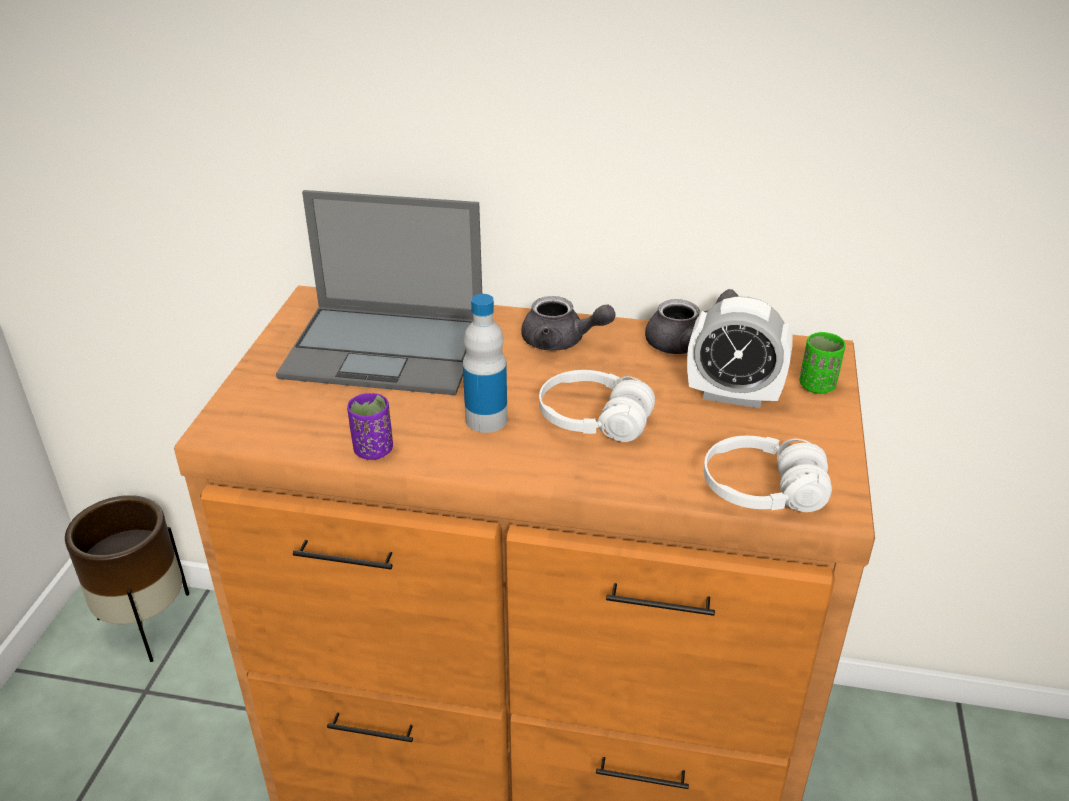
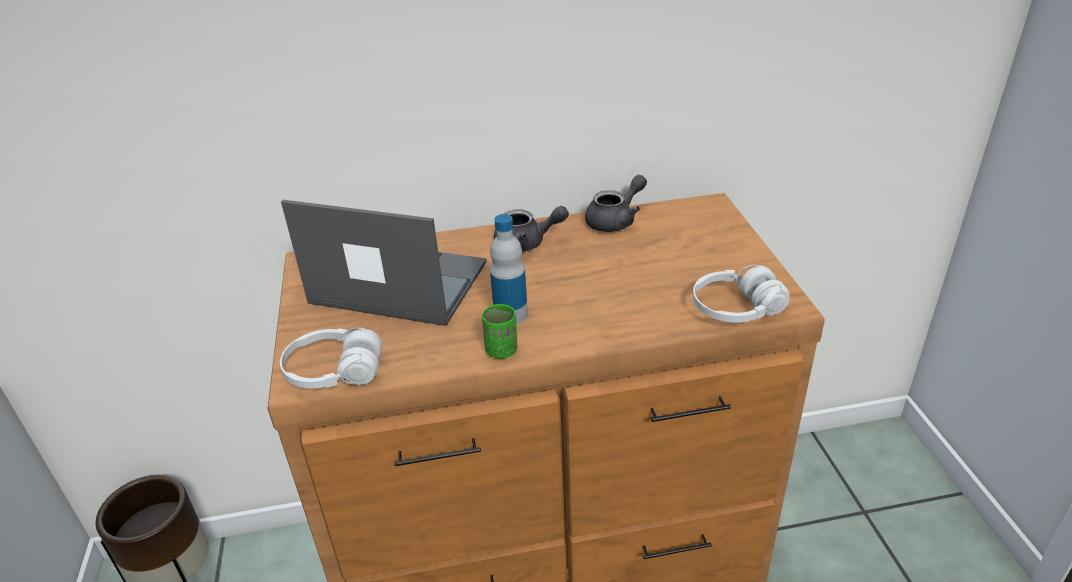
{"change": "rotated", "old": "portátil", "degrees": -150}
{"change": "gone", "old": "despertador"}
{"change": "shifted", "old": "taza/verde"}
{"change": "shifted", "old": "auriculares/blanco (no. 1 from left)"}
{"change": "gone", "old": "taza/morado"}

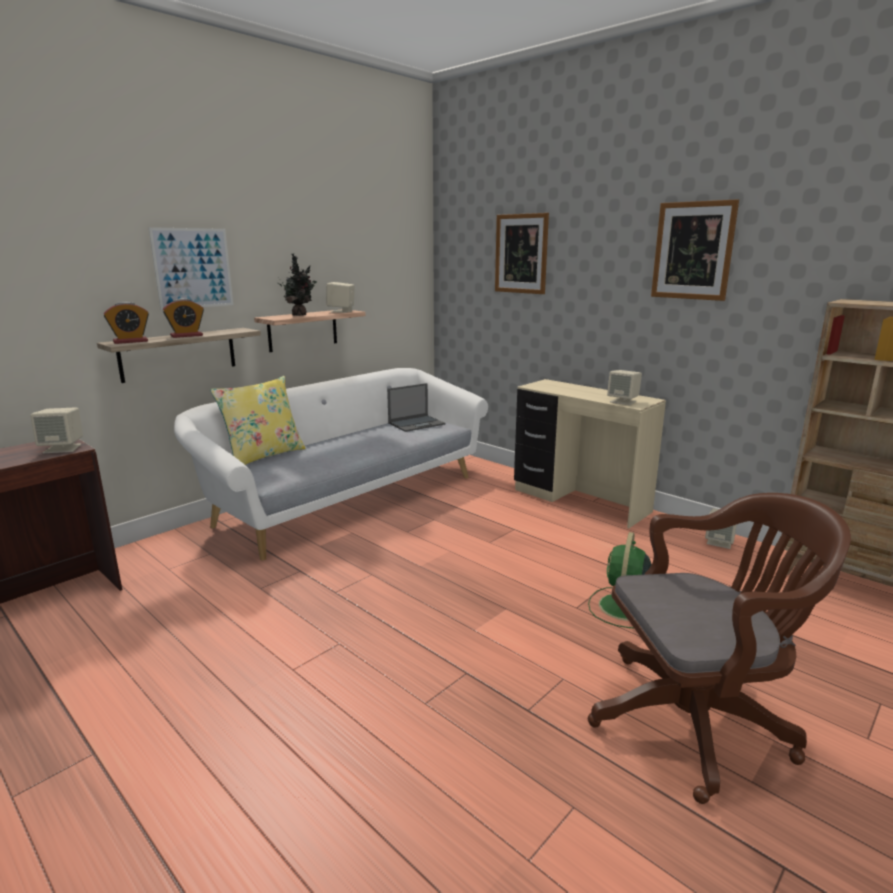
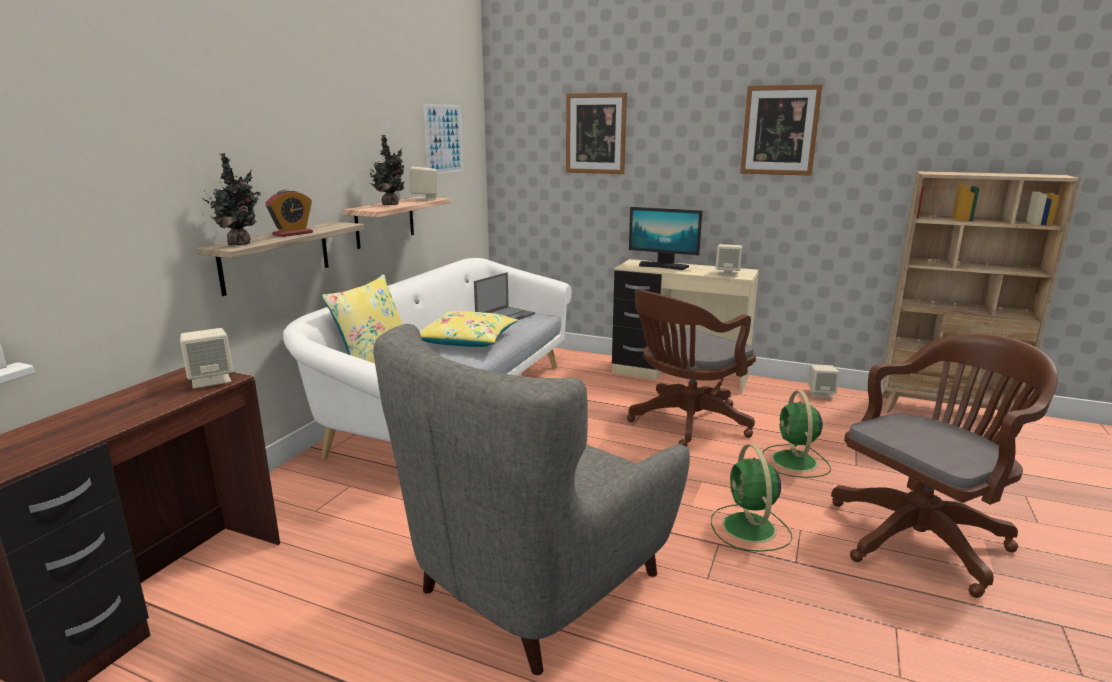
{"change": "shifted", "old": "cuadro (no. 1 from left)"}
{"change": "swapped", "old": "despertador (no. 1 from left)", "new": "planta en maceta (no. 1 from left)"}
{"change": "new", "new": "monitor"}
{"change": "new", "new": "silla de oficina/marrón (no. 1 from left)"}
{"change": "new", "new": "cojín/amarillo (no. 2 from left)"}
{"change": "new", "new": "sillón/gris"}
{"change": "new", "new": "ventilador/verde (no. 1 from left)"}

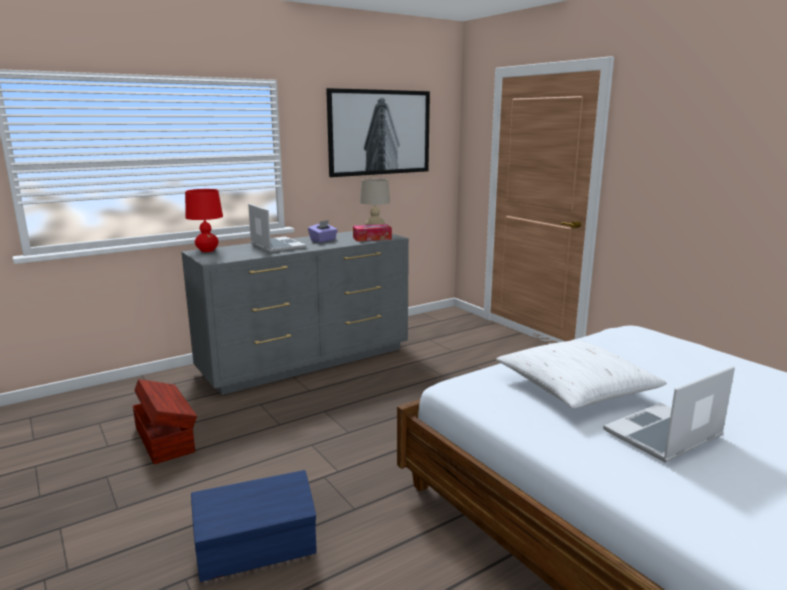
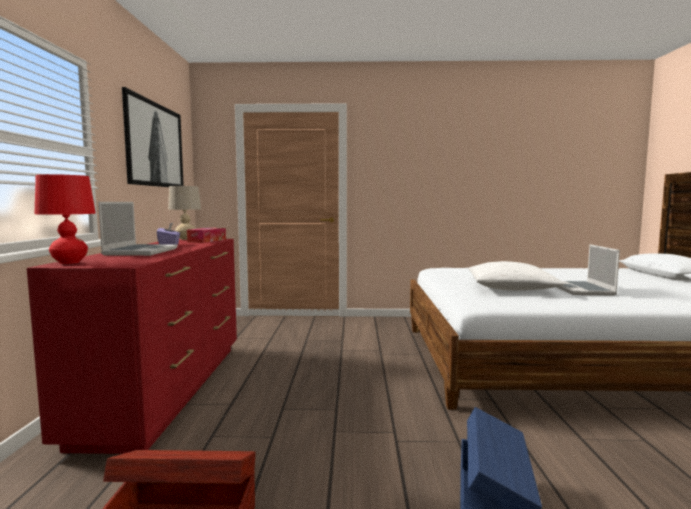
{"change": "rotated", "old": "portátil (no. 1 from left)", "degrees": 90}
{"change": "repainted", "old": "cómoda/gris", "new": "cómoda/rojo"}

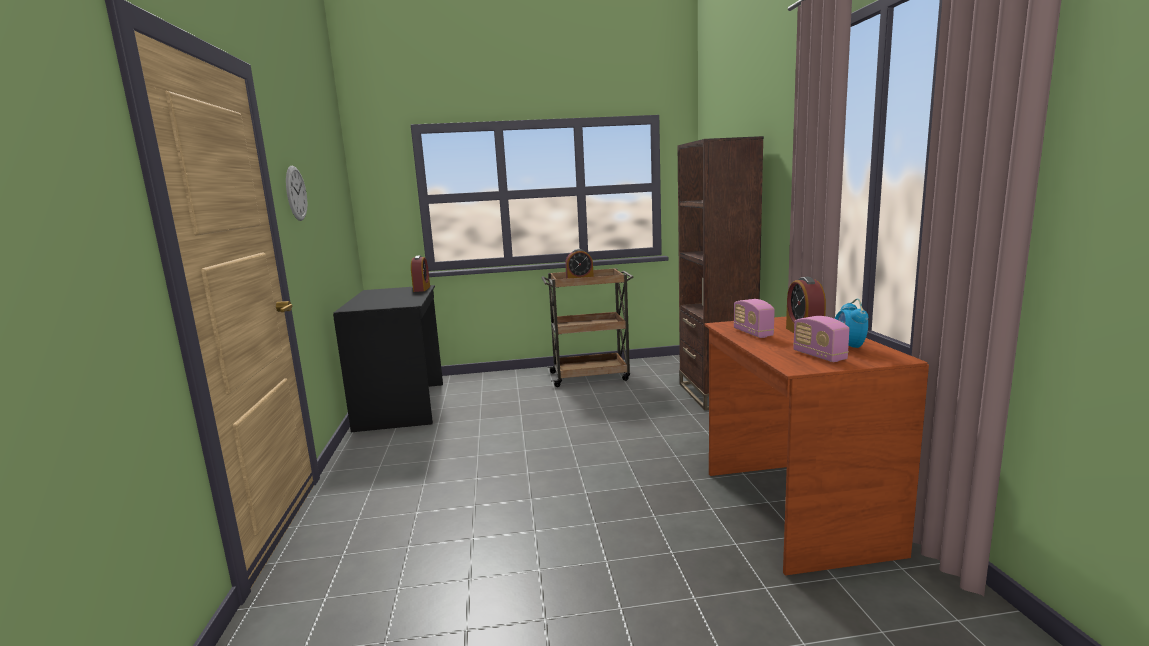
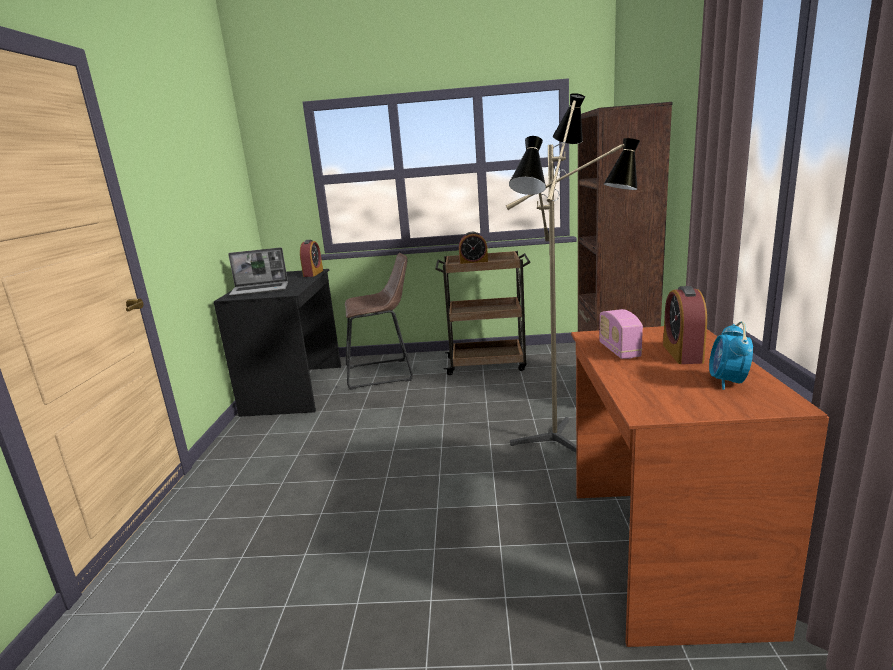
{"change": "gone", "old": "reloj de pared"}
{"change": "gone", "old": "radio (no. 2 from left)"}
{"change": "new", "new": "lámpara de pie"}
{"change": "new", "new": "portátil"}
{"change": "new", "new": "taburete/marrón"}

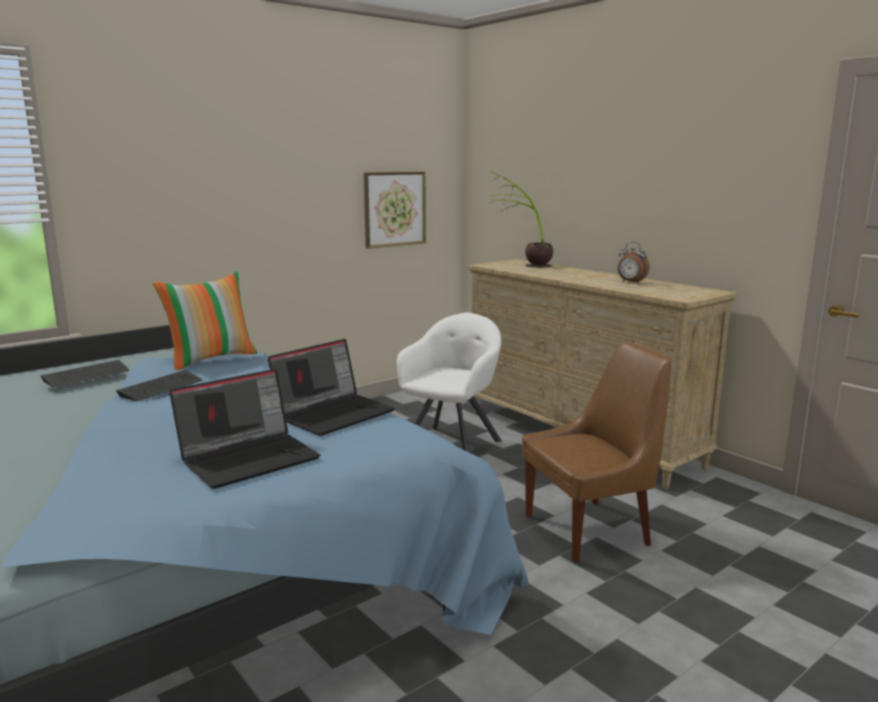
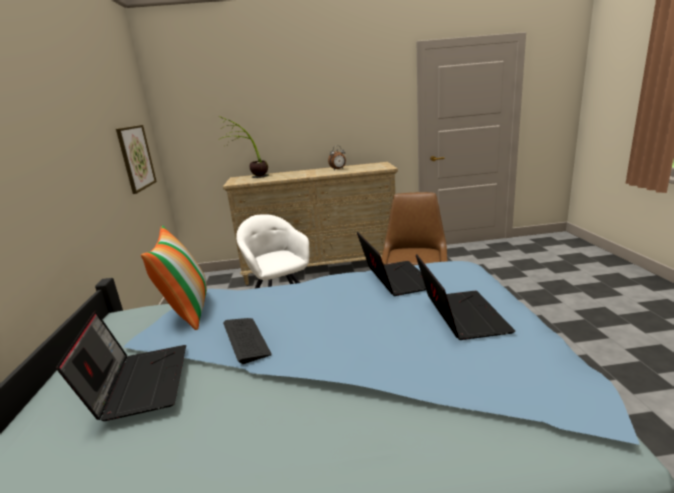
{"change": "swapped", "old": "teclado (no. 1 from left)", "new": "portátil (no. 1 from left)"}

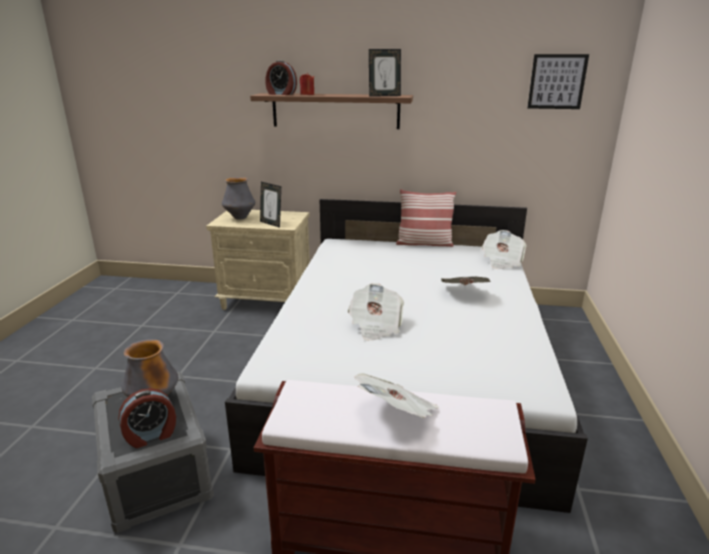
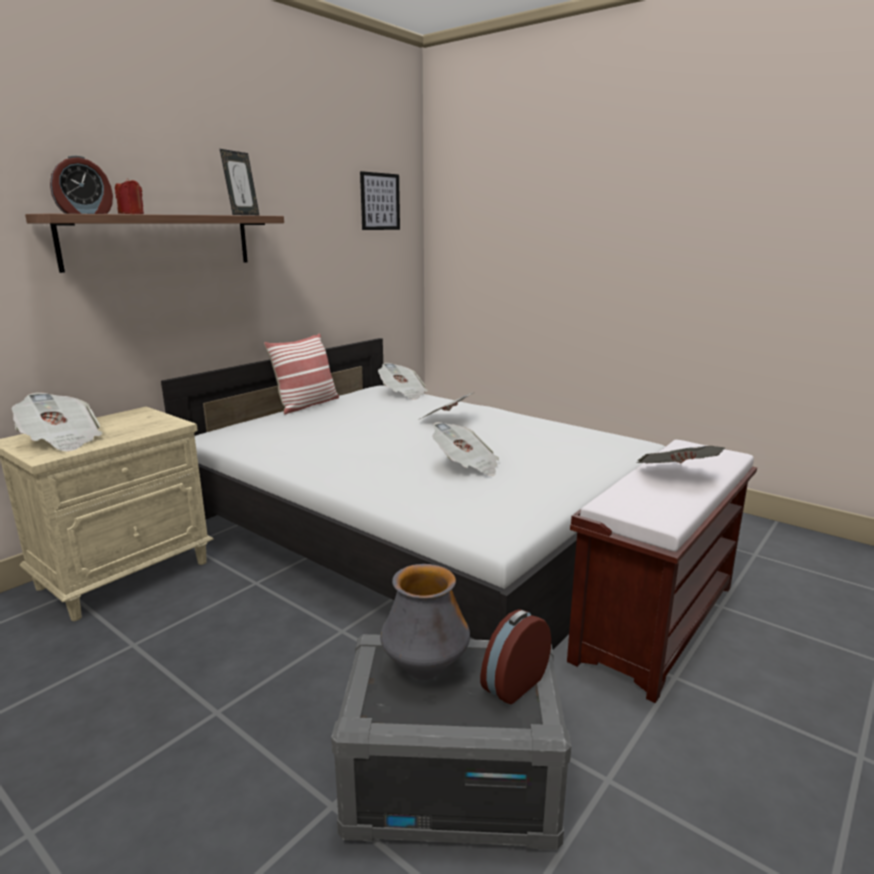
{"change": "swapped", "old": "florero (no. 2 from left)", "new": "periódico (no. 1 from left)"}
{"change": "gone", "old": "portarretratos (no. 1 from left)"}
{"change": "rotated", "old": "despertador (no. 1 from left in the first image)", "degrees": -135}

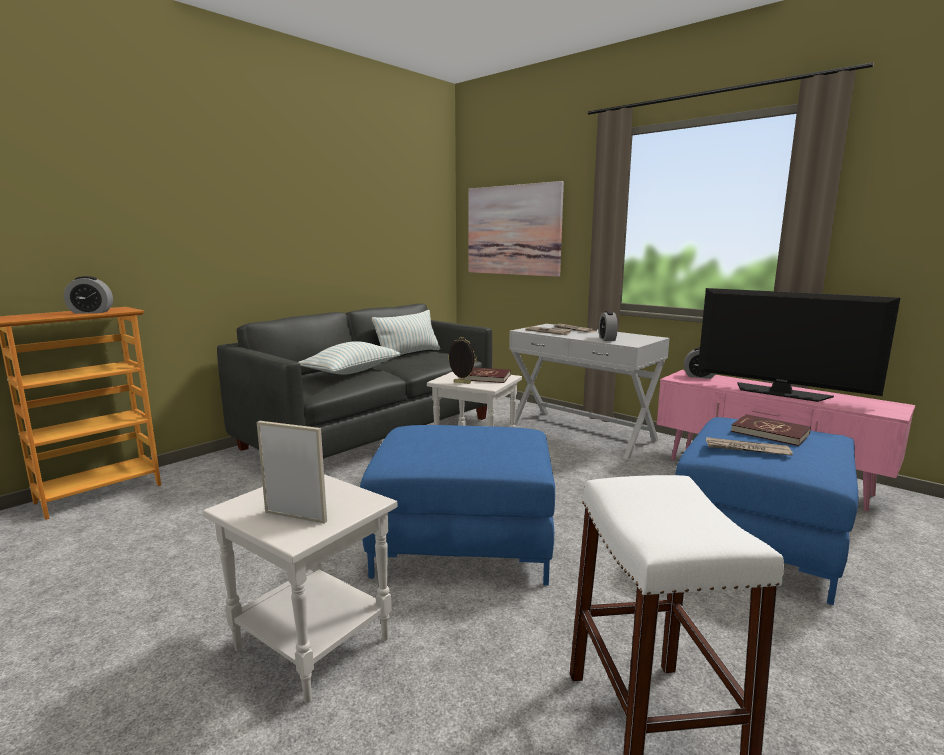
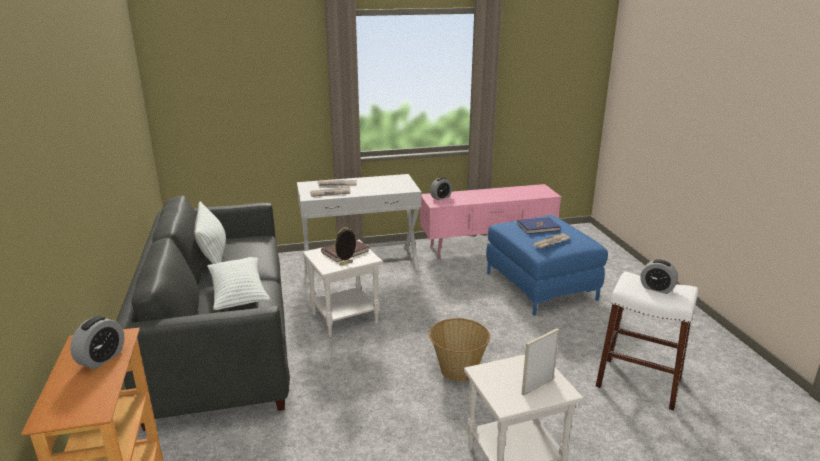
{"change": "gone", "old": "cuadro"}
{"change": "gone", "old": "televisor"}
{"change": "shifted", "old": "despertador (no. 2 from left in the first image)", "new": "despertador (no. 3 from left)"}
{"change": "repainted", "old": "libro/rojo (no. 2 from left)", "new": "libro/azul"}
{"change": "swapped", "old": "puf/azul (no. 1 from left)", "new": "cesta"}

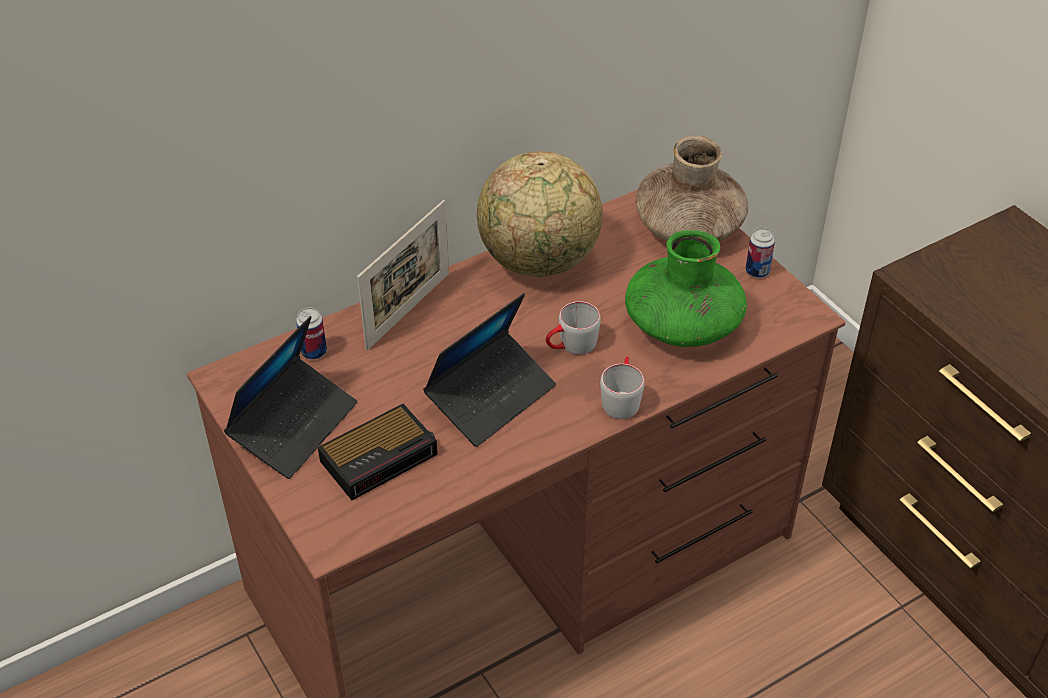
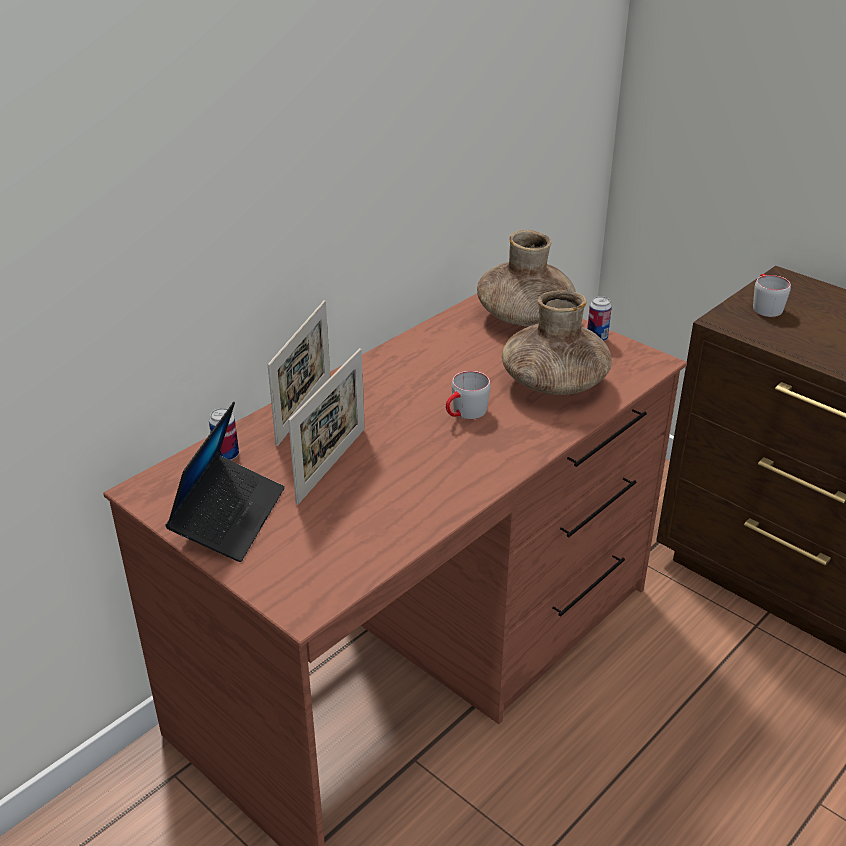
{"change": "gone", "old": "globo terráqueo"}
{"change": "repainted", "old": "florero/verde", "new": "florero/marrón (no. 2 from left)"}
{"change": "gone", "old": "portátil (no. 2 from left)"}
{"change": "shifted", "old": "taza grande/gris (no. 2 from left)"}
{"change": "gone", "old": "despertador"}
{"change": "new", "new": "portarretratos (no. 2 from left)"}

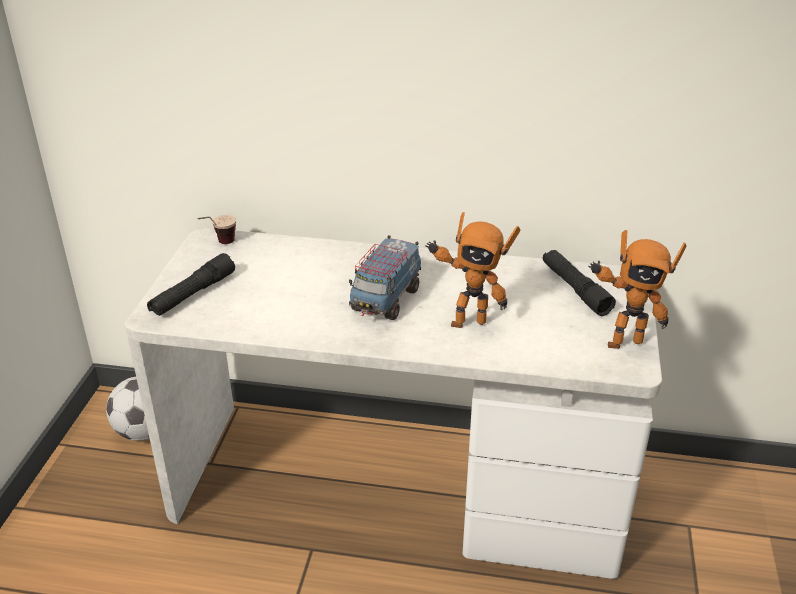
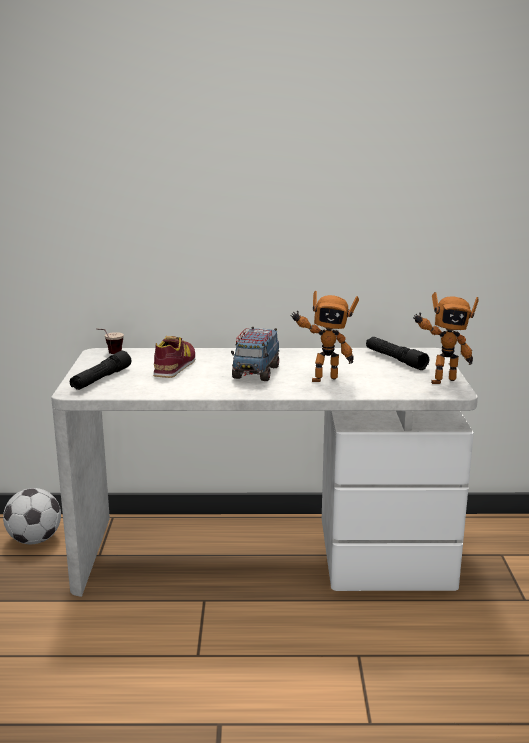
{"change": "new", "new": "zapato"}

